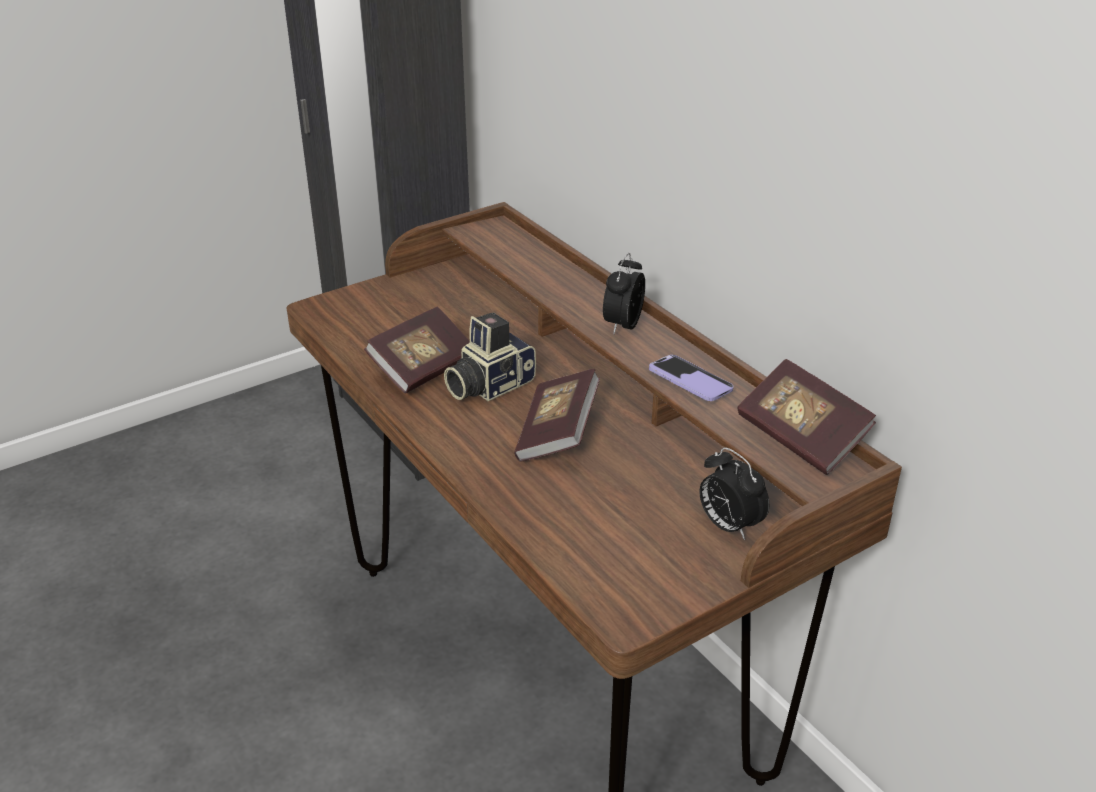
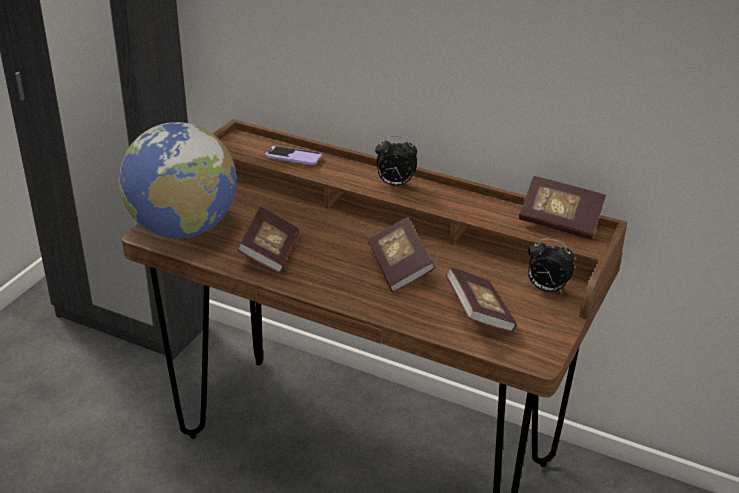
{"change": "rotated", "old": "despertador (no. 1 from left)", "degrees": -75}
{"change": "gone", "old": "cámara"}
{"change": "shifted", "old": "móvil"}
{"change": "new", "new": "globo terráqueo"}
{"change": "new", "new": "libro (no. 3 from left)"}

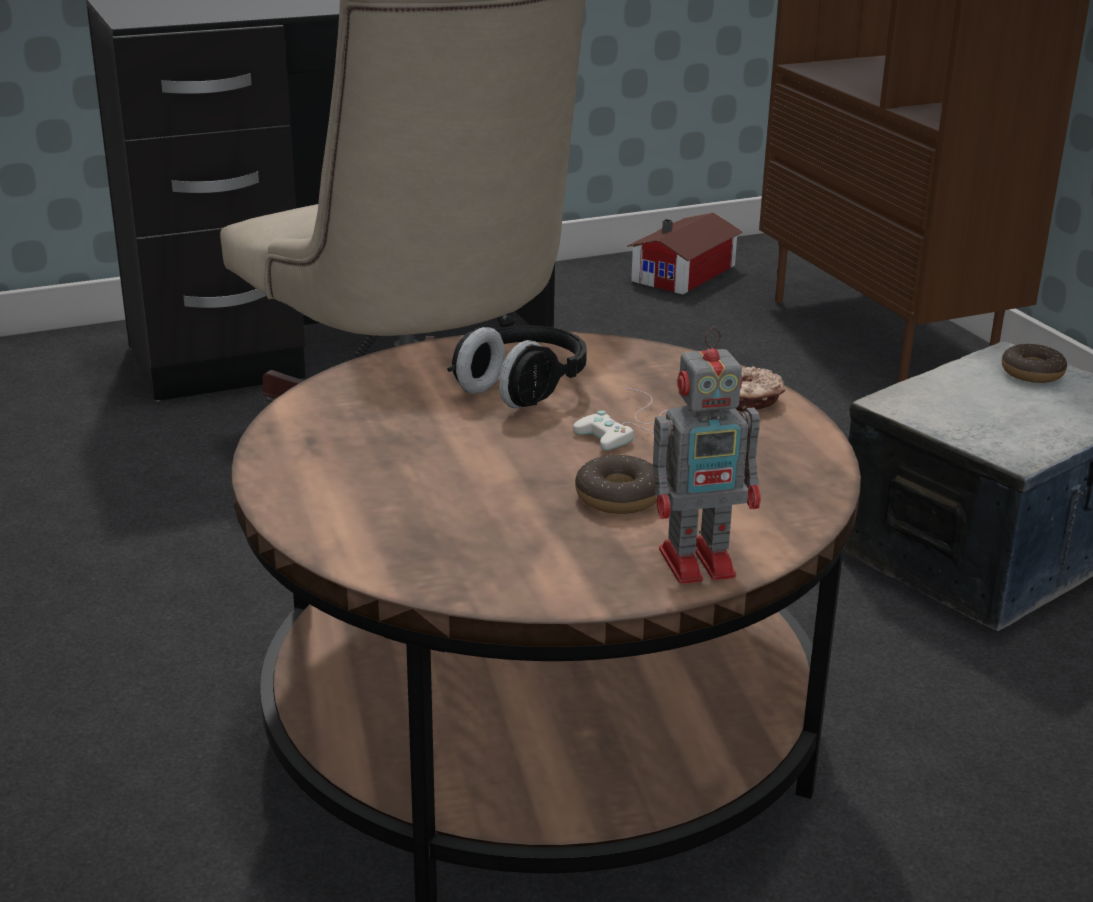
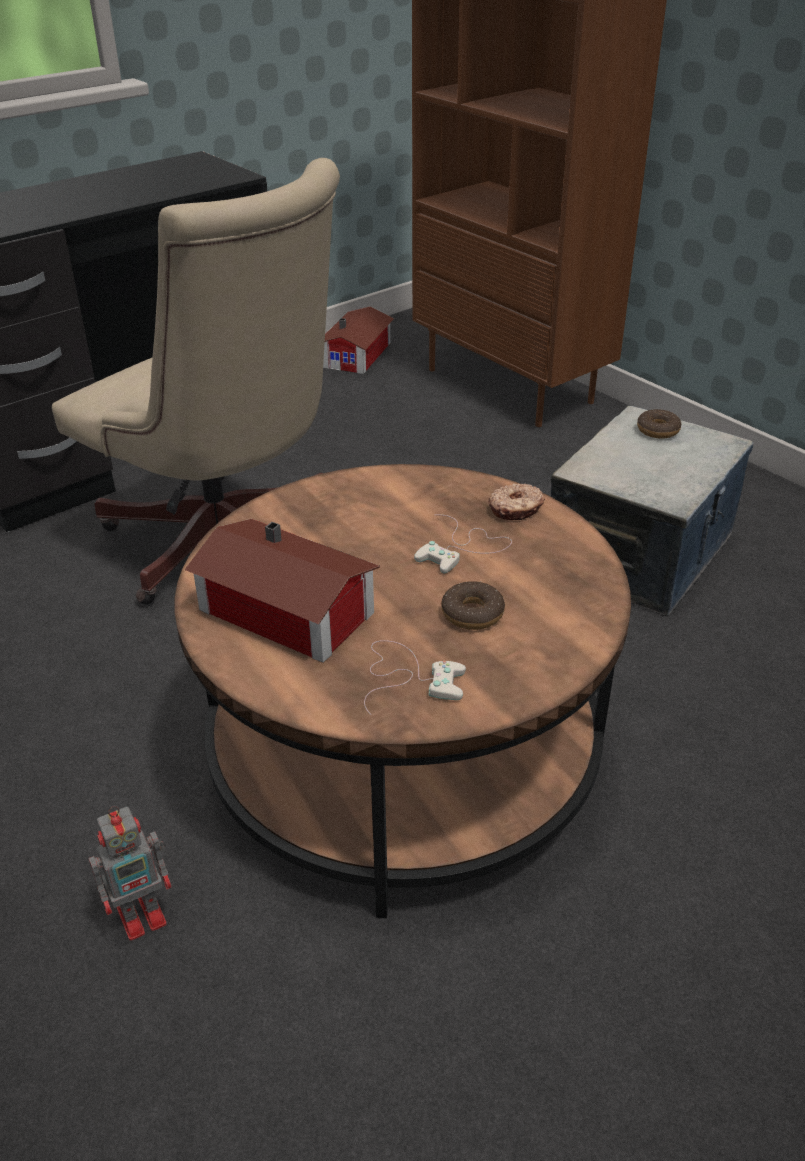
{"change": "gone", "old": "auriculares/negro"}
{"change": "shifted", "old": "robot de juguete"}
{"change": "new", "new": "casita (no. 1 from left)"}
{"change": "new", "new": "mando de consola/blanco (no. 1 from left)"}

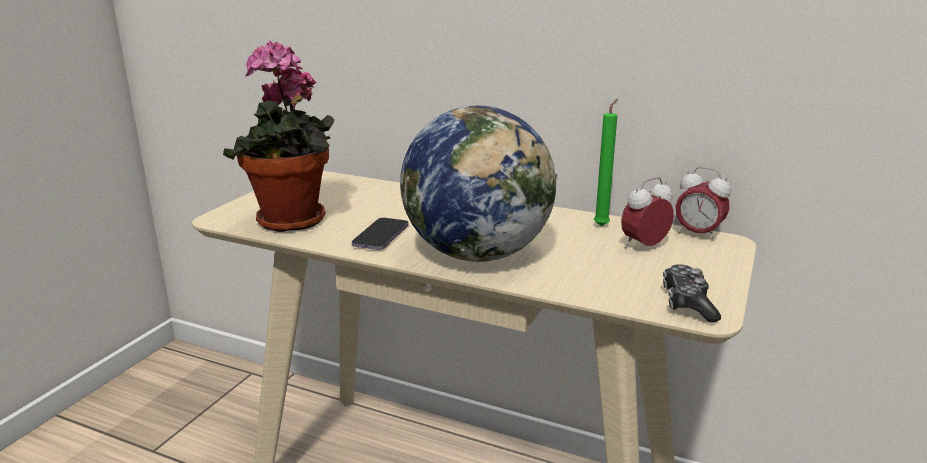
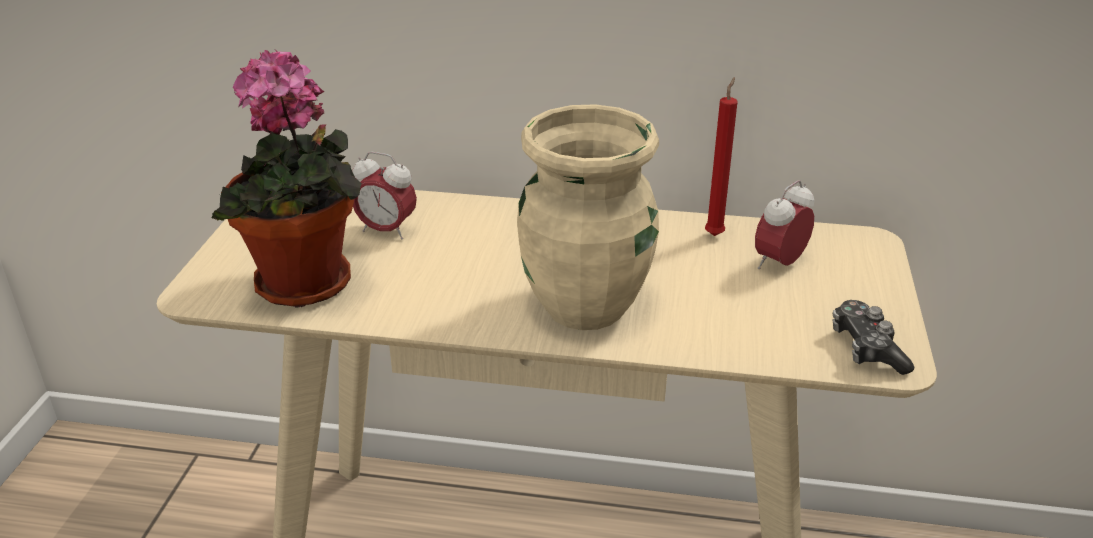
{"change": "repainted", "old": "vela/verde", "new": "vela/rojo"}
{"change": "swapped", "old": "globo terráqueo", "new": "florero/beis"}
{"change": "shifted", "old": "despertador (no. 2 from left in the first image)", "new": "despertador (no. 1 from left)"}
{"change": "gone", "old": "móvil"}

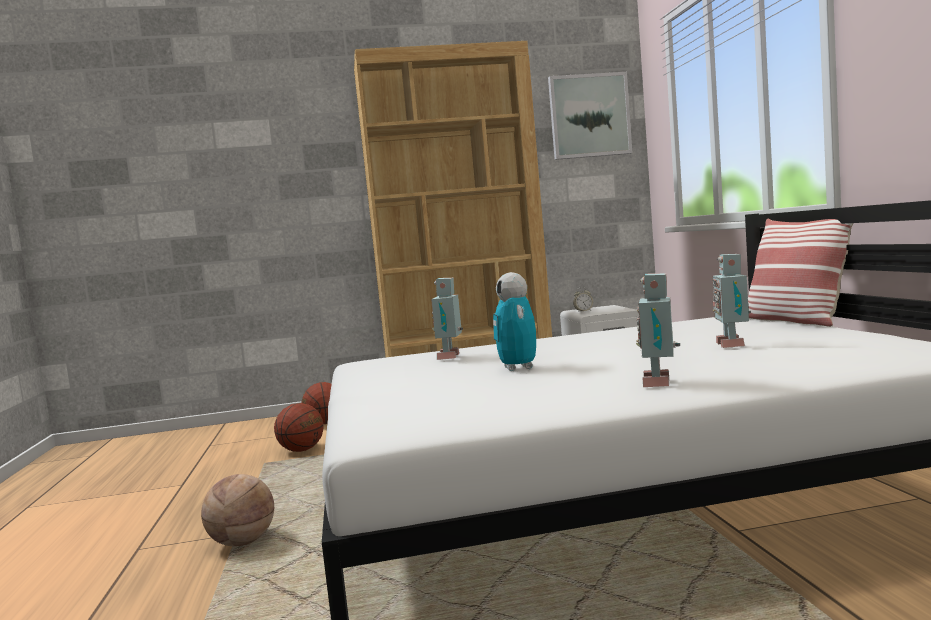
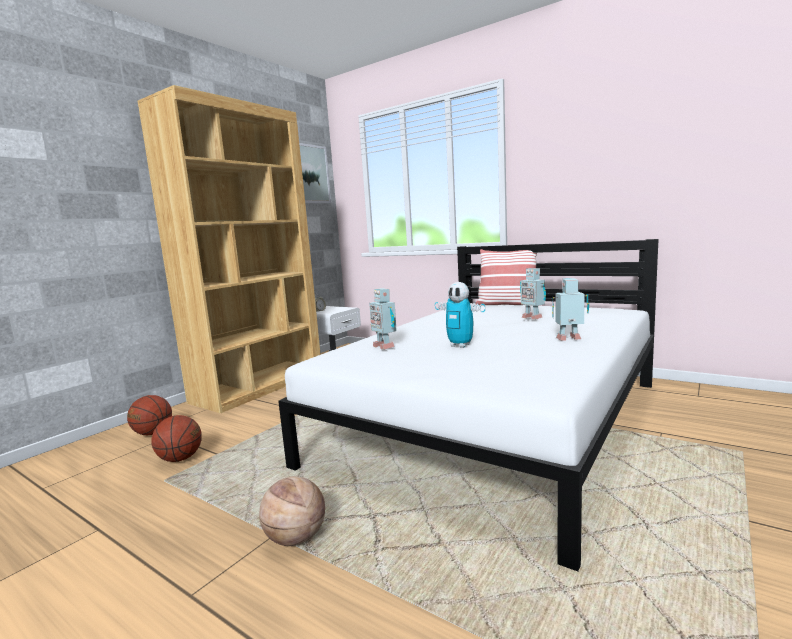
{"change": "rotated", "old": "robot de juguete (no. 3 from left in the first image)", "degrees": 120}

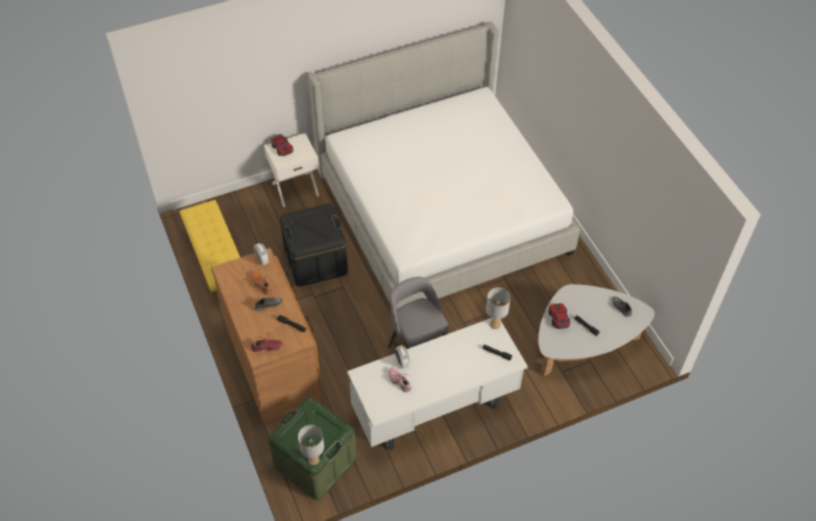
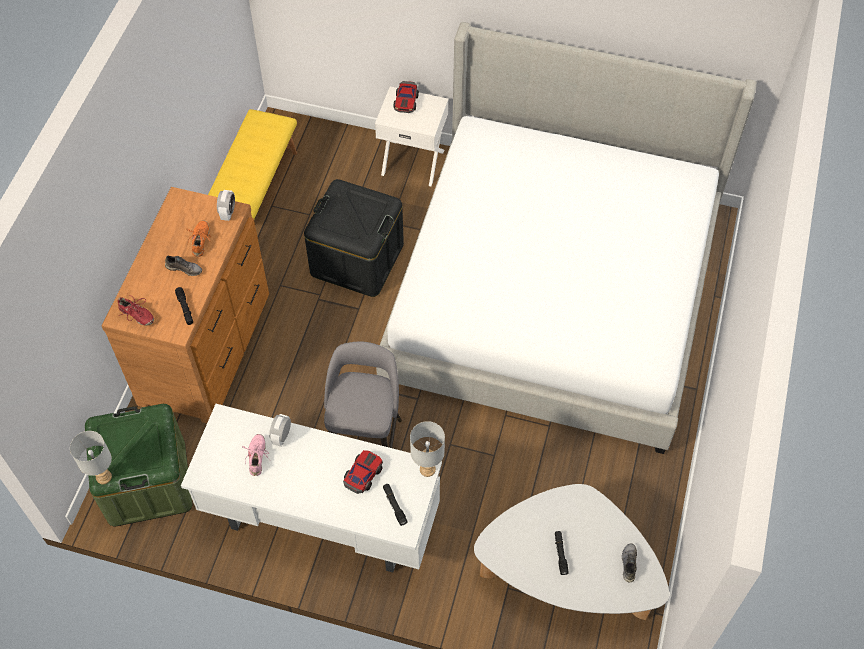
{"change": "shifted", "old": "coche de juguete (no. 2 from left in the first image)", "new": "coche de juguete (no. 1 from left)"}

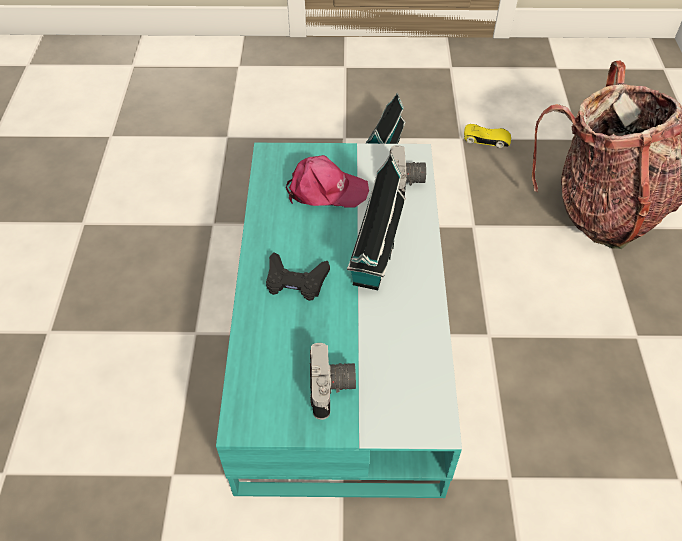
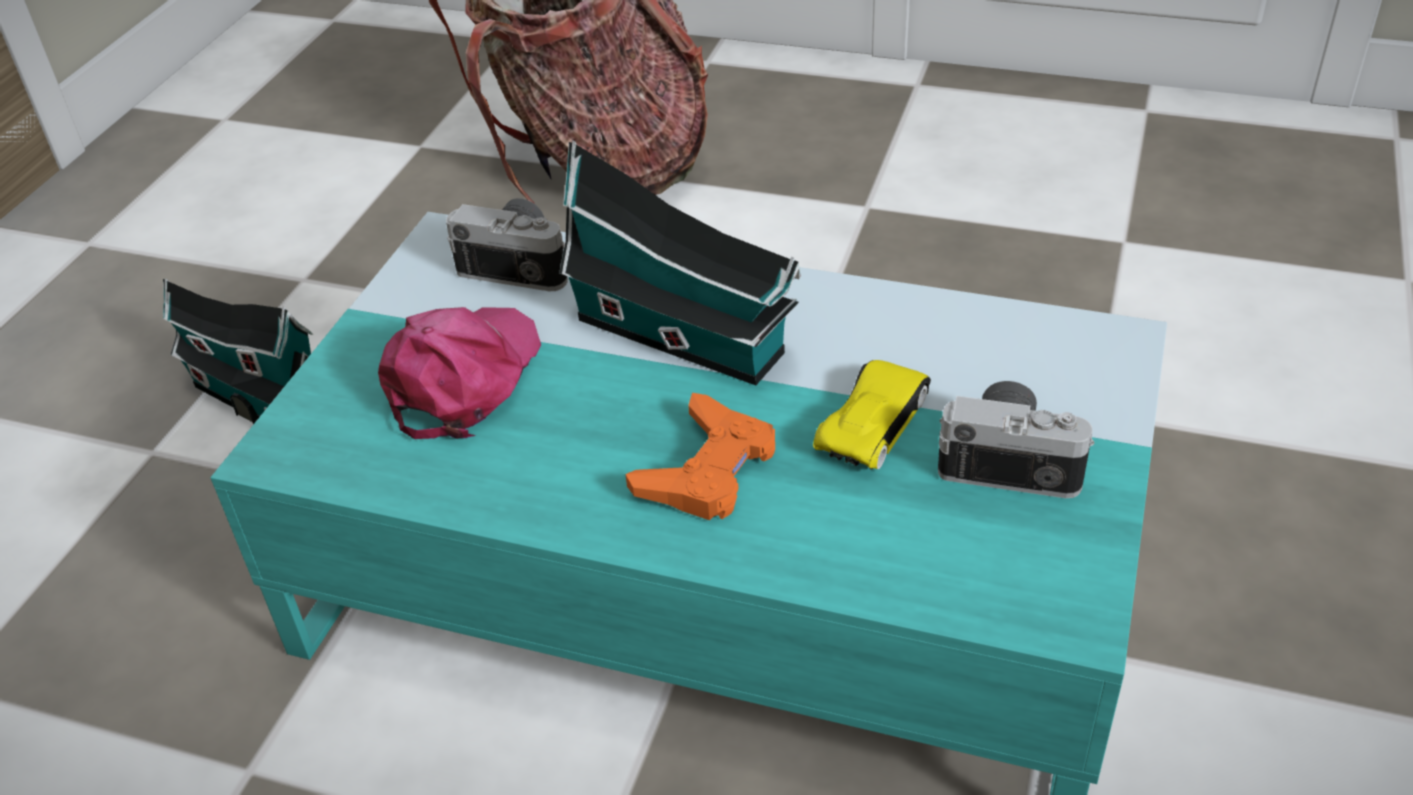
{"change": "shifted", "old": "coche de juguete/amarillo"}
{"change": "repainted", "old": "mando de consola/negro", "new": "mando de consola/naranja"}

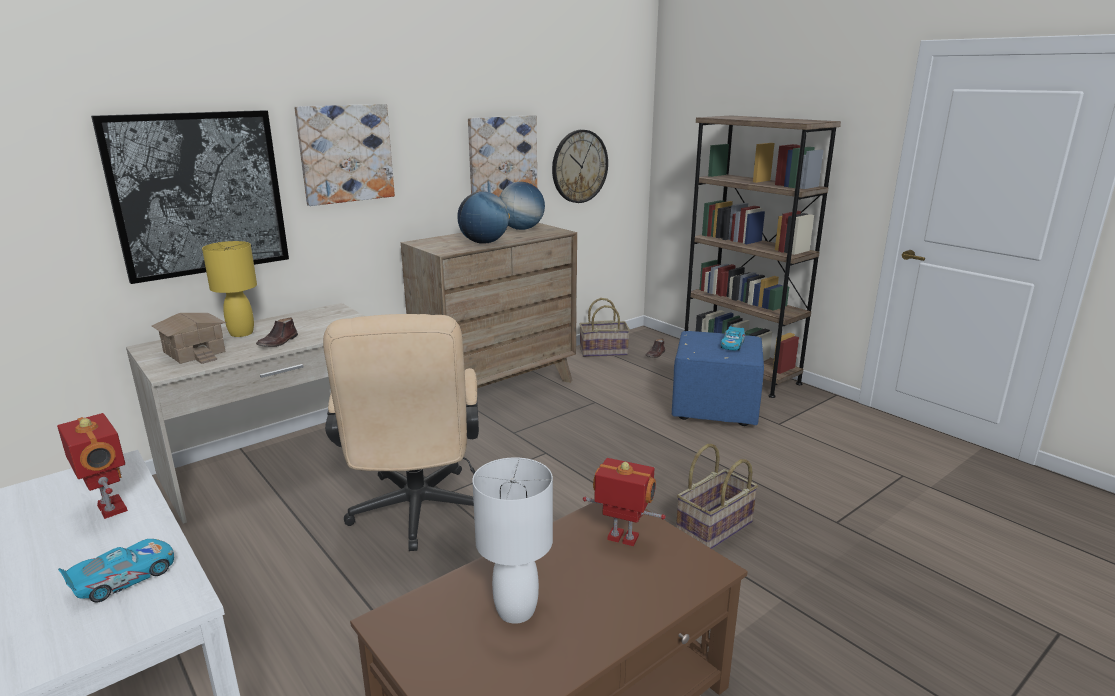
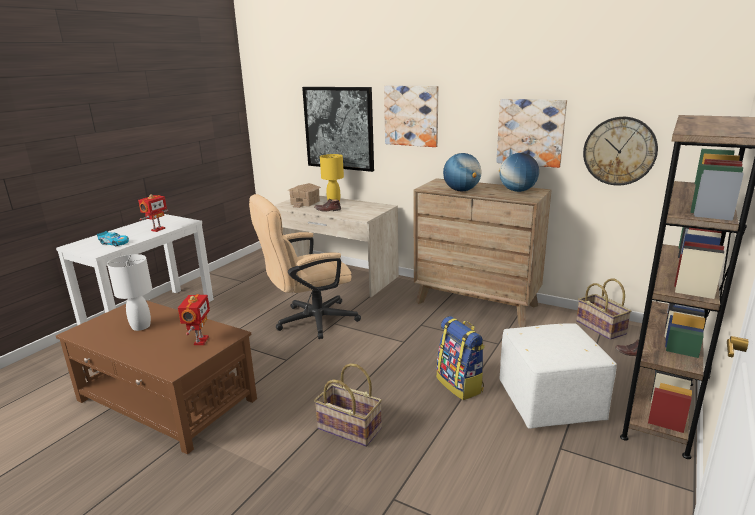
{"change": "gone", "old": "coche de juguete (no. 2 from left)"}
{"change": "repainted", "old": "puf/azul", "new": "puf/blanco"}
{"change": "new", "new": "mochila"}

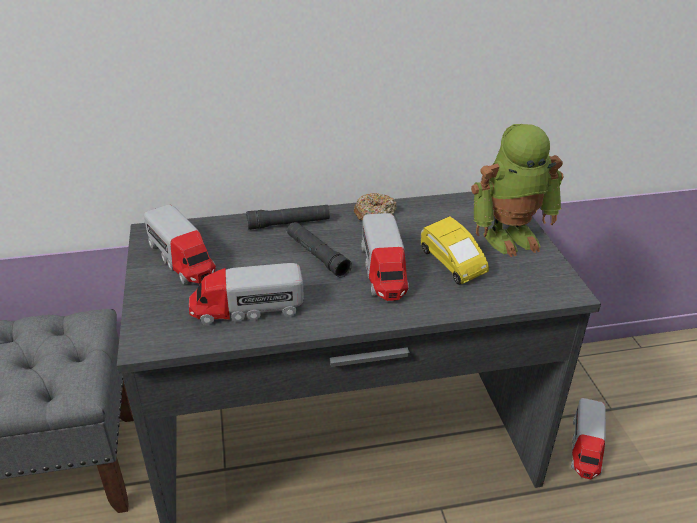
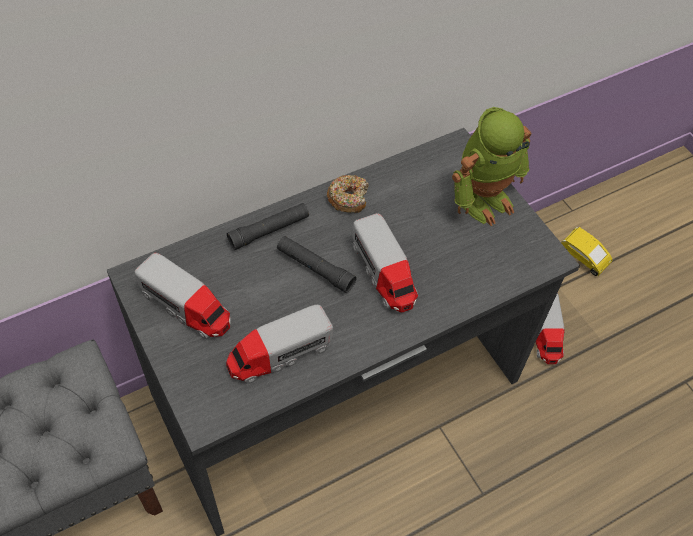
{"change": "shifted", "old": "coche de juguete/amarillo"}

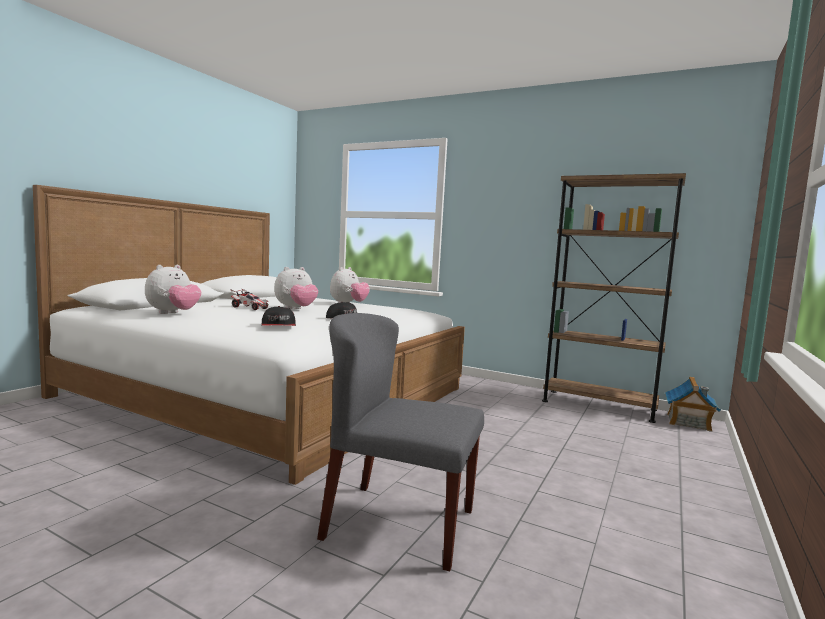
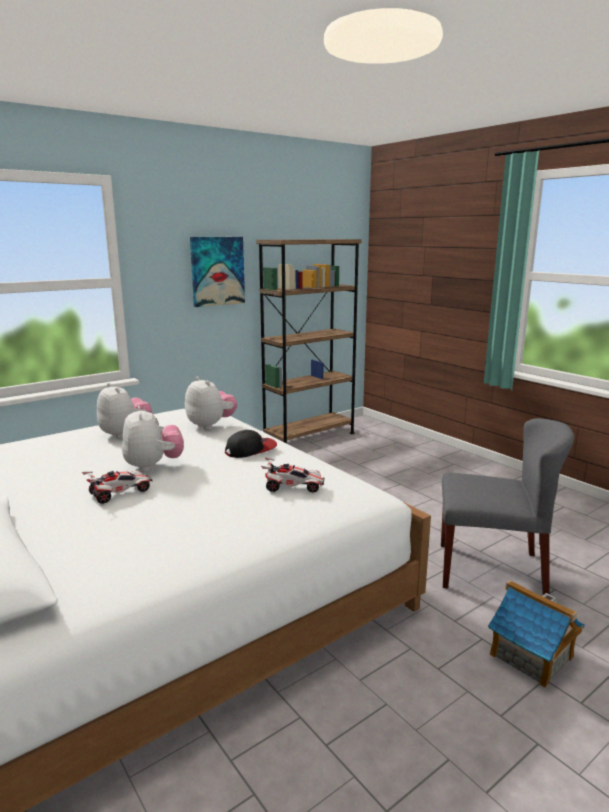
{"change": "shifted", "old": "peluche (no. 1 from left in the first image)", "new": "peluche (no. 3 from left)"}
{"change": "swapped", "old": "gorra (no. 1 from left)", "new": "coche de juguete (no. 2 from left)"}
{"change": "rotated", "old": "silla/gris", "degrees": -120}
{"change": "shifted", "old": "casita"}
{"change": "new", "new": "cuadro"}

